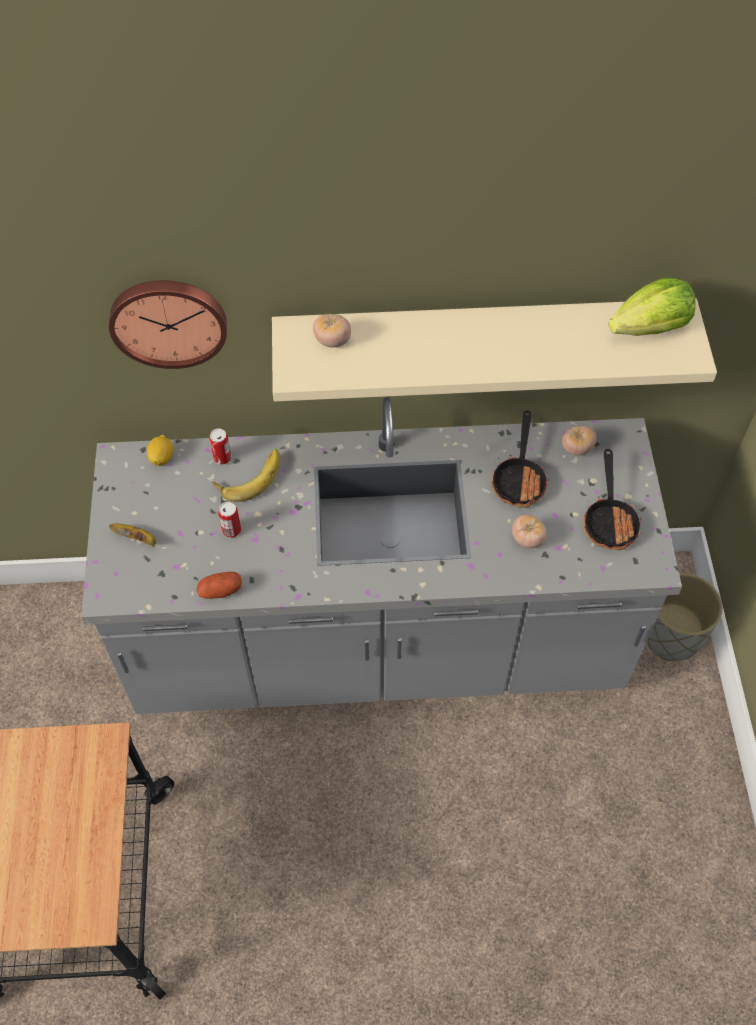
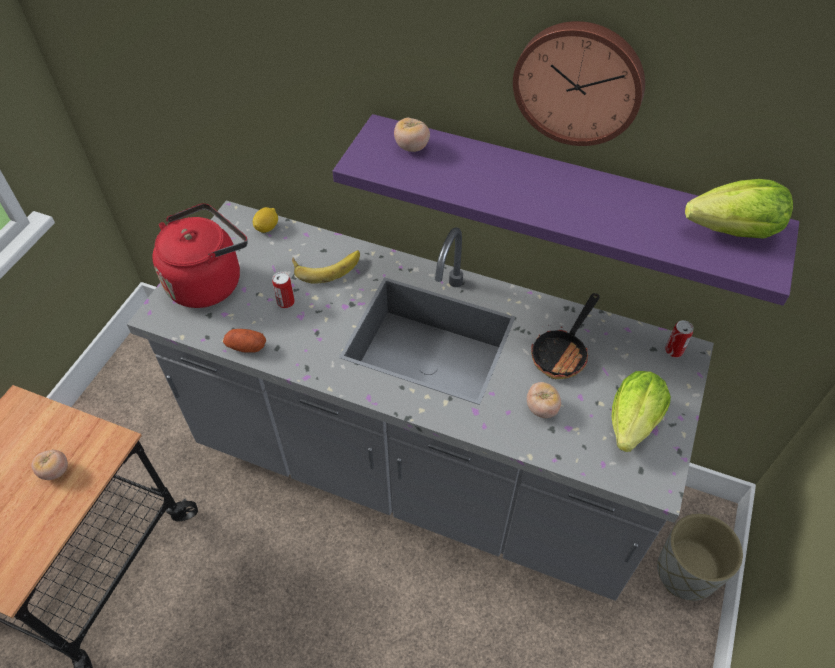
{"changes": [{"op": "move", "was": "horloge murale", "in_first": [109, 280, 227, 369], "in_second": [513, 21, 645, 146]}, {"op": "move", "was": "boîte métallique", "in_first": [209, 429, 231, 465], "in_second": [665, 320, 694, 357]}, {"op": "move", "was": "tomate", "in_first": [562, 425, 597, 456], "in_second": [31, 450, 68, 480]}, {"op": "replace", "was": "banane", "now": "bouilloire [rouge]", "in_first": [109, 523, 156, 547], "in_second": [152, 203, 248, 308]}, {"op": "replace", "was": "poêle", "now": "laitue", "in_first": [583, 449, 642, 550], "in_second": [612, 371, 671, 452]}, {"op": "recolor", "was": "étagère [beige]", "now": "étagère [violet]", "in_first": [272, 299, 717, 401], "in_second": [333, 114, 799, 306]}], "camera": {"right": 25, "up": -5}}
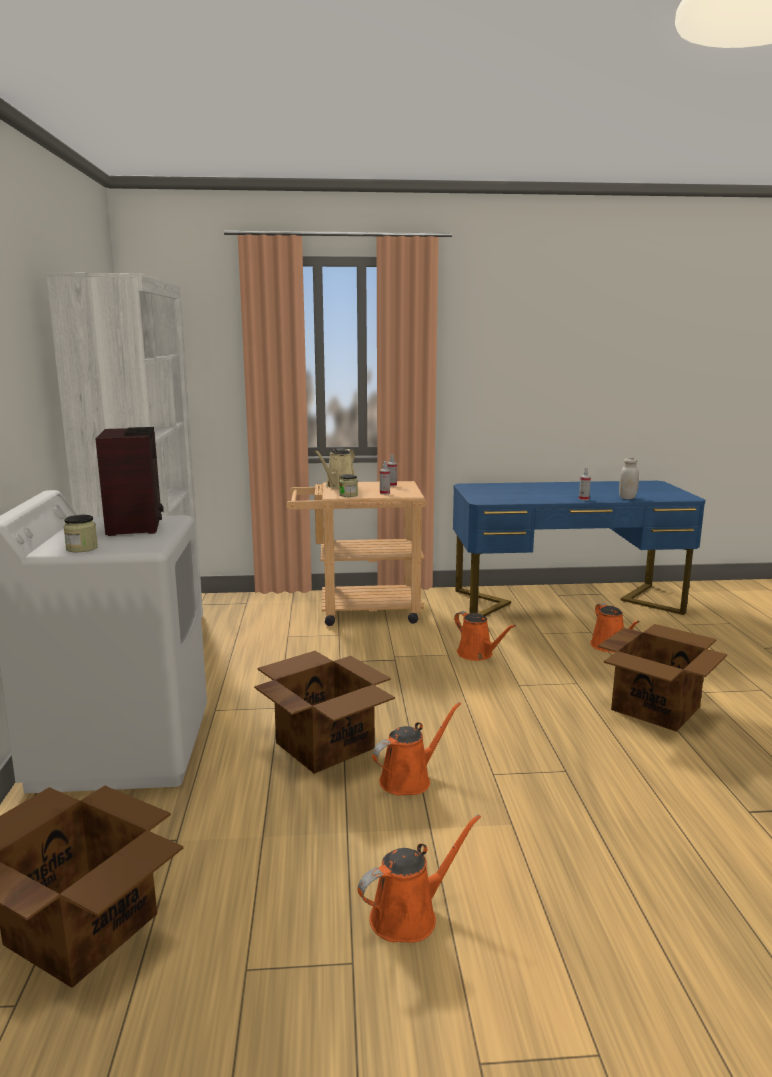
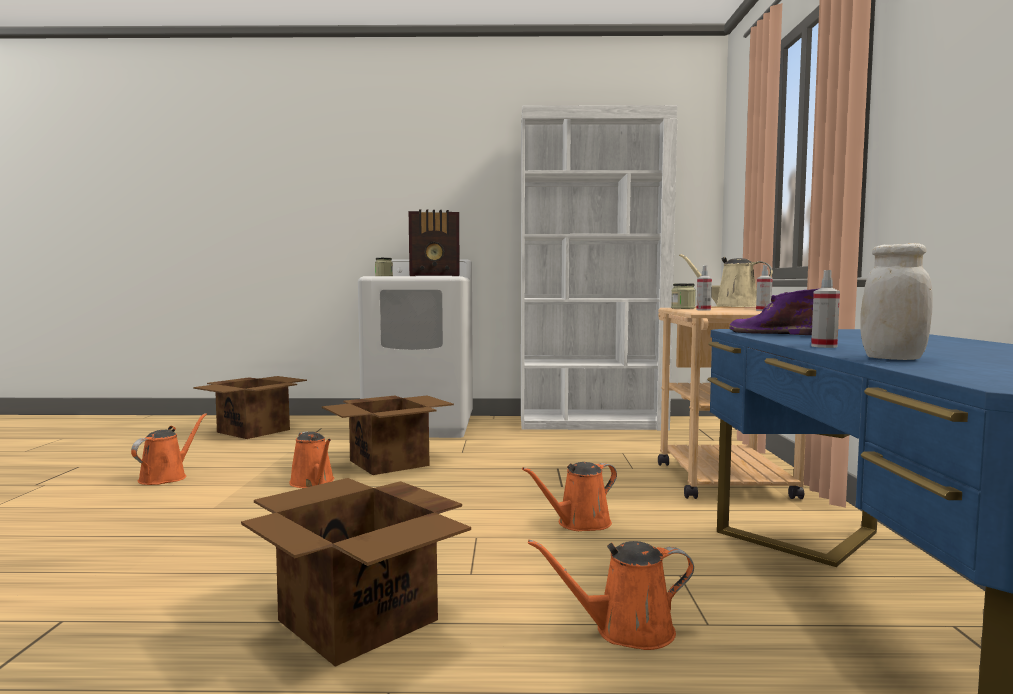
{"changes": [{"op": "insert", "now": "botte [violet]", "in_second": [729, 288, 820, 335]}, {"op": "rotate", "was": "arrosoir [orange]", "in_first": [358, 814, 481, 943], "in_second": [131, 413, 207, 485], "clockwise": -135}], "camera": {"right": 95, "up": -10}}
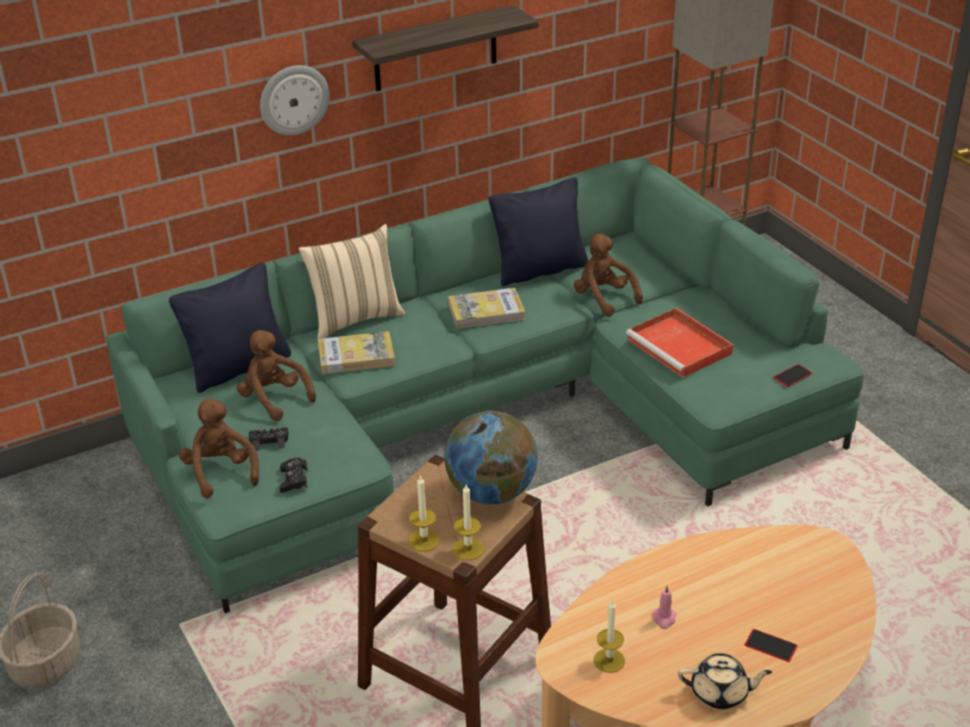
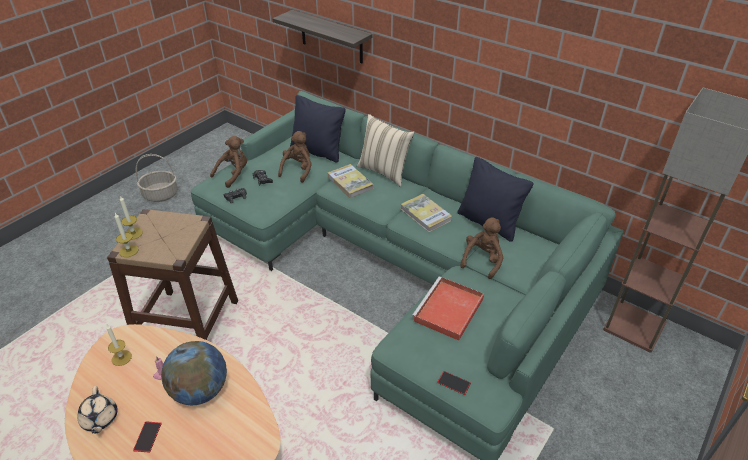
{"changes": [{"op": "delete", "was": "horloge murale", "in_first": [260, 65, 330, 135]}, {"op": "move", "was": "étagère", "in_first": [352, 5, 539, 91], "in_second": [272, 10, 373, 63]}, {"op": "move", "was": "globe", "in_first": [444, 411, 538, 504], "in_second": [161, 341, 227, 405]}], "camera": {"right": 65, "up": 5}}
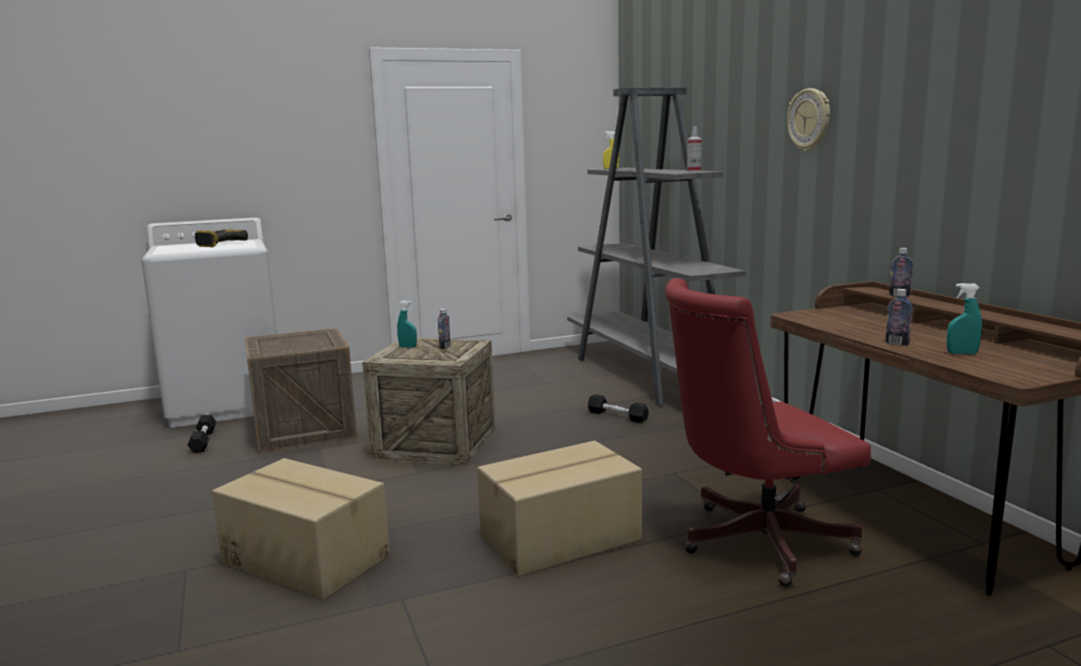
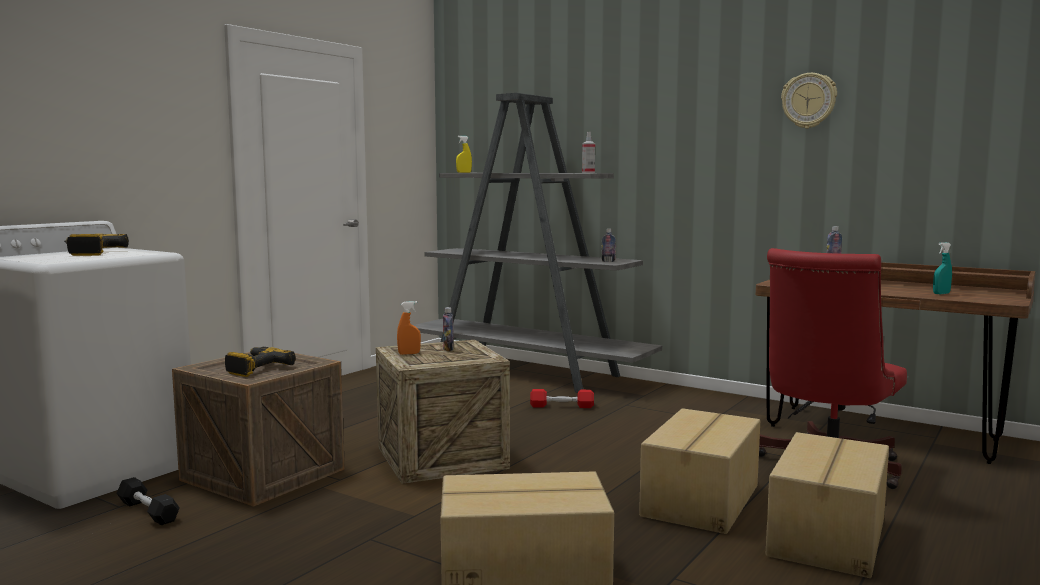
{"changes": [{"op": "insert", "now": "perceuse", "in_second": [225, 347, 296, 377]}, {"op": "insert", "now": "carton", "in_second": [766, 432, 889, 578]}, {"op": "move", "was": "horloge murale", "in_first": [787, 88, 830, 151], "in_second": [781, 73, 837, 129]}, {"op": "move", "was": "bouteille", "in_first": [885, 289, 913, 346], "in_second": [601, 229, 616, 262]}, {"op": "recolor", "was": "vaporisateur [turquoise]", "now": "vaporisateur [orange]", "in_first": [397, 301, 417, 348], "in_second": [397, 301, 421, 355]}, {"op": "recolor", "was": "haltère [noir]", "now": "haltère [rouge]", "in_first": [588, 394, 649, 423], "in_second": [530, 389, 594, 408]}], "camera": {"right": -35, "up": -5}}
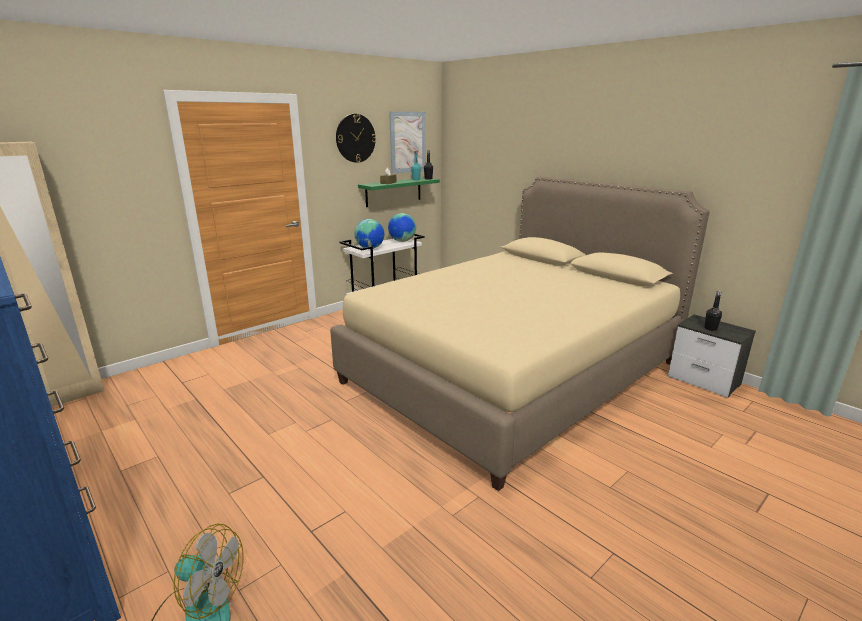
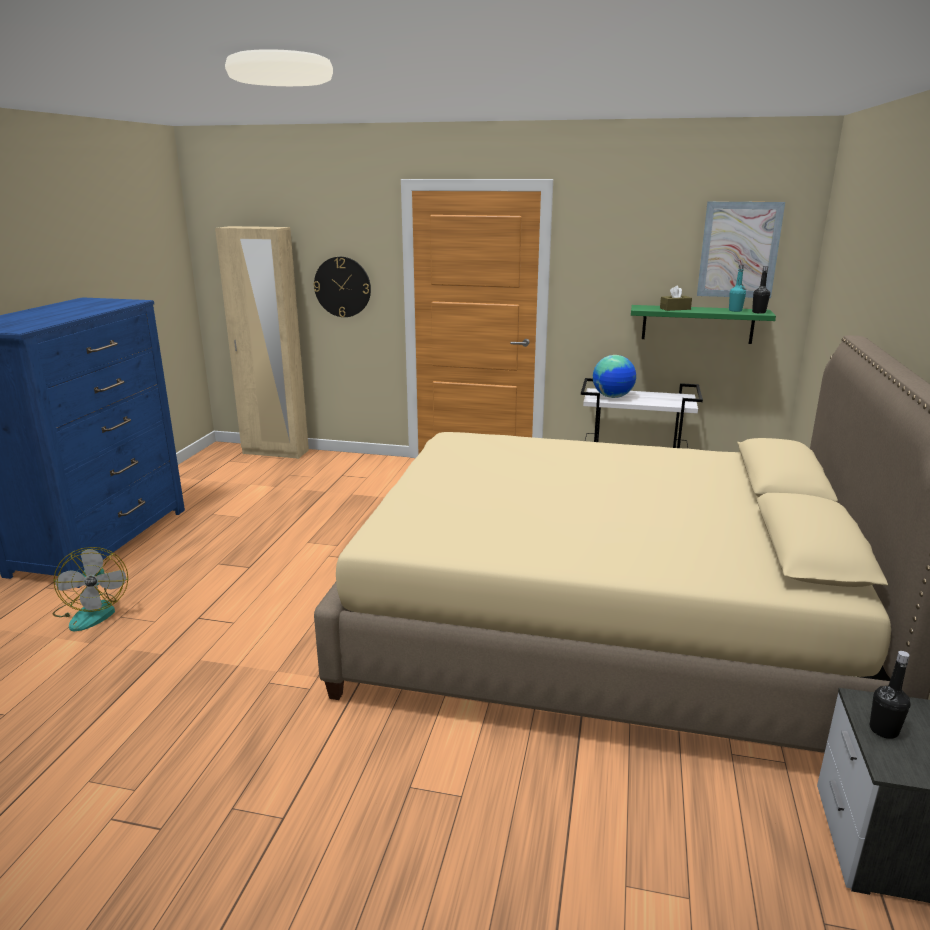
{"changes": [{"op": "delete", "was": "globe", "in_first": [388, 213, 416, 242]}, {"op": "move", "was": "horloge murale", "in_first": [336, 114, 376, 163], "in_second": [314, 257, 371, 317]}], "camera": {"right": 55, "up": 0}}
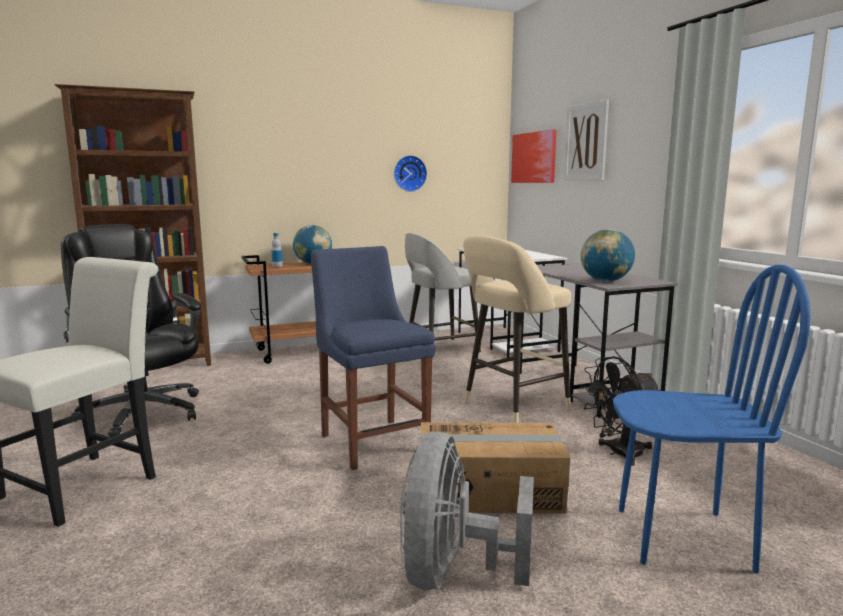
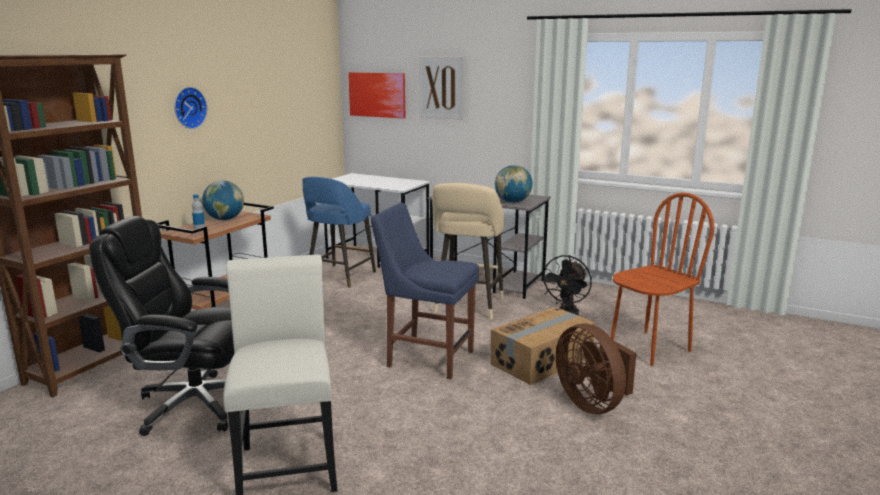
{"changes": [{"op": "move", "was": "horloge murale", "in_first": [394, 155, 427, 192], "in_second": [174, 87, 207, 129]}, {"op": "recolor", "was": "ventilateur [gris]", "now": "ventilateur [marron]", "in_first": [400, 432, 534, 590], "in_second": [556, 324, 637, 414]}, {"op": "recolor", "was": "tabouret [gris]", "now": "tabouret [bleu]", "in_first": [405, 233, 481, 353], "in_second": [302, 177, 376, 288]}, {"op": "recolor", "was": "chaise [bleu]", "now": "chaise [marron]", "in_first": [613, 265, 811, 574], "in_second": [611, 192, 714, 366]}], "camera": {"right": -40, "up": 5}}
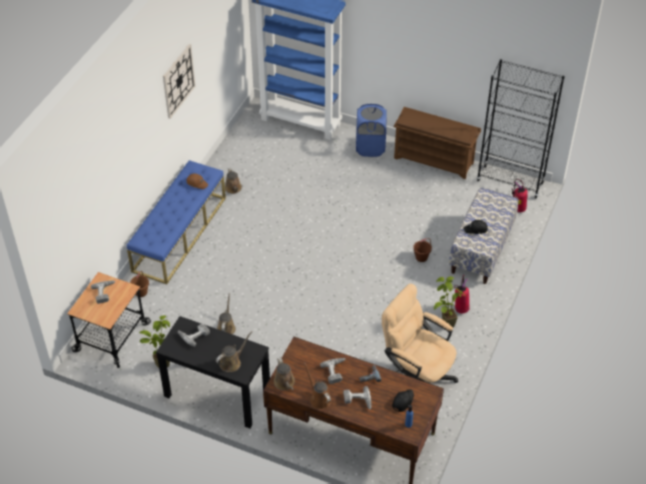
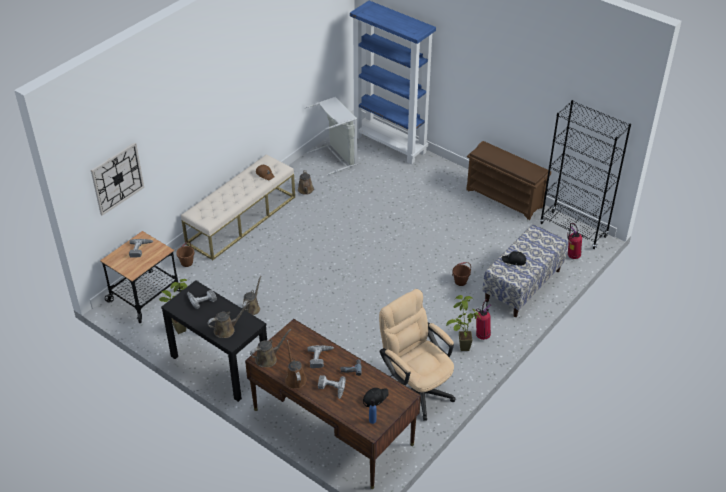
{"changes": [{"op": "delete", "was": "panier à linge [bleu]", "in_first": [356, 104, 386, 157]}, {"op": "insert", "now": "panier à linge [gris]", "in_second": [305, 97, 357, 175]}, {"op": "move", "was": "horloge murale", "in_first": [163, 44, 196, 119], "in_second": [91, 142, 144, 216]}, {"op": "recolor", "was": "banc [bleu]", "now": "banc [beige]", "in_first": [127, 160, 226, 284], "in_second": [181, 154, 295, 260]}, {"op": "rotate", "was": "arrosoir [marron]", "in_first": [274, 357, 295, 390], "in_second": [250, 329, 291, 367], "clockwise": -120}], "camera": {"right": 15, "up": -5}}
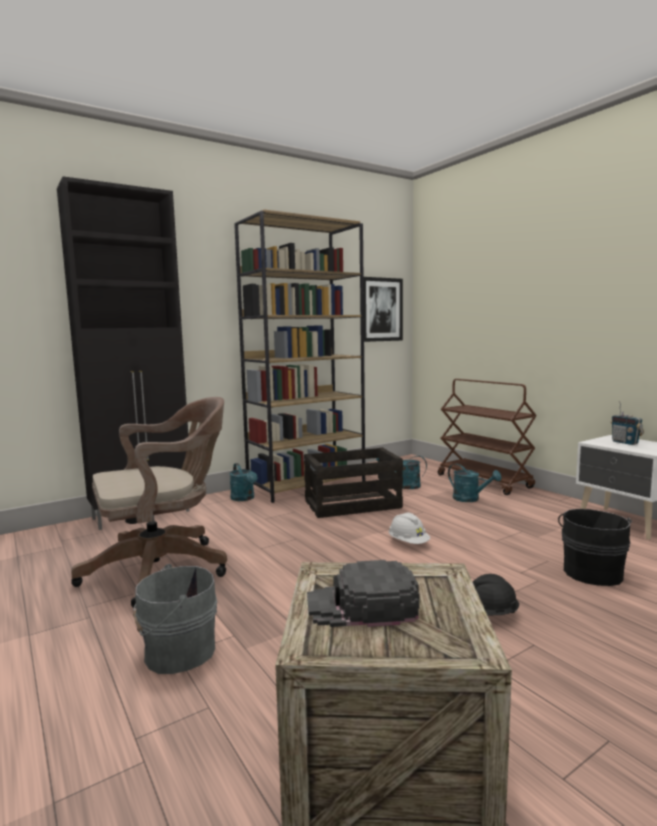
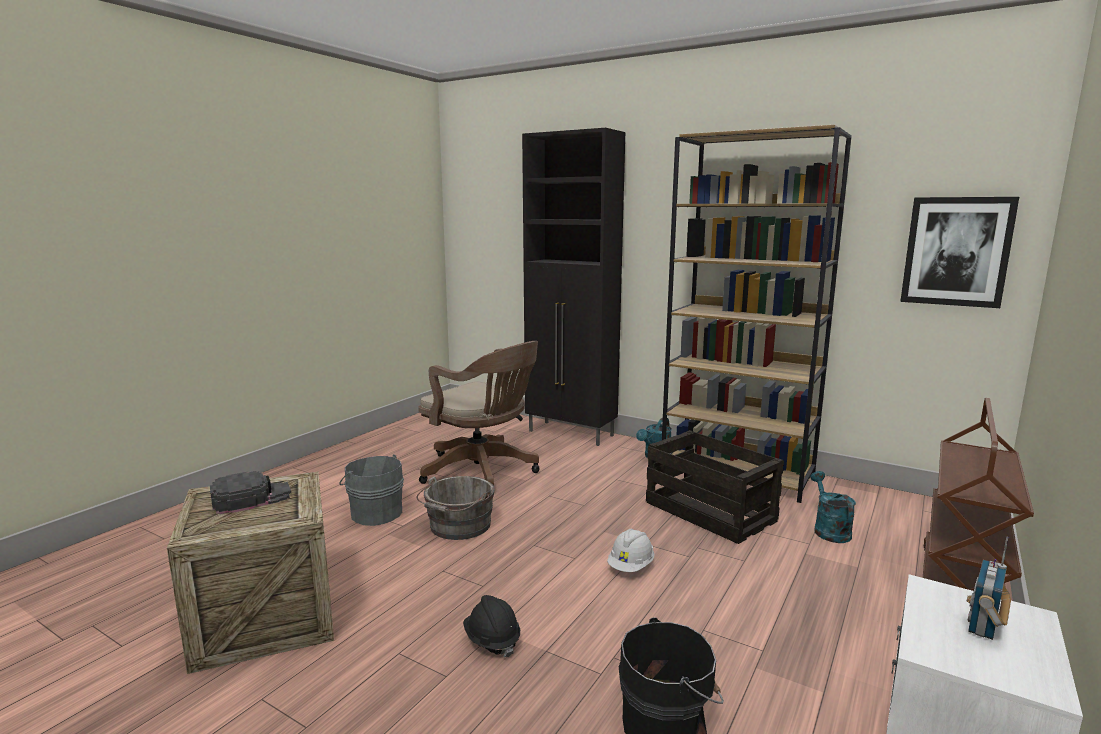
{"changes": [{"op": "delete", "was": "arrosoir [turquoise]", "in_first": [448, 463, 502, 502]}, {"op": "insert", "now": "seau [gris]", "in_second": [416, 476, 495, 540]}, {"op": "rotate", "was": "casquette [noir]", "in_first": [307, 560, 420, 627], "in_second": [210, 471, 291, 514], "clockwise": 90}], "camera": {"right": 65, "up": 5}}
